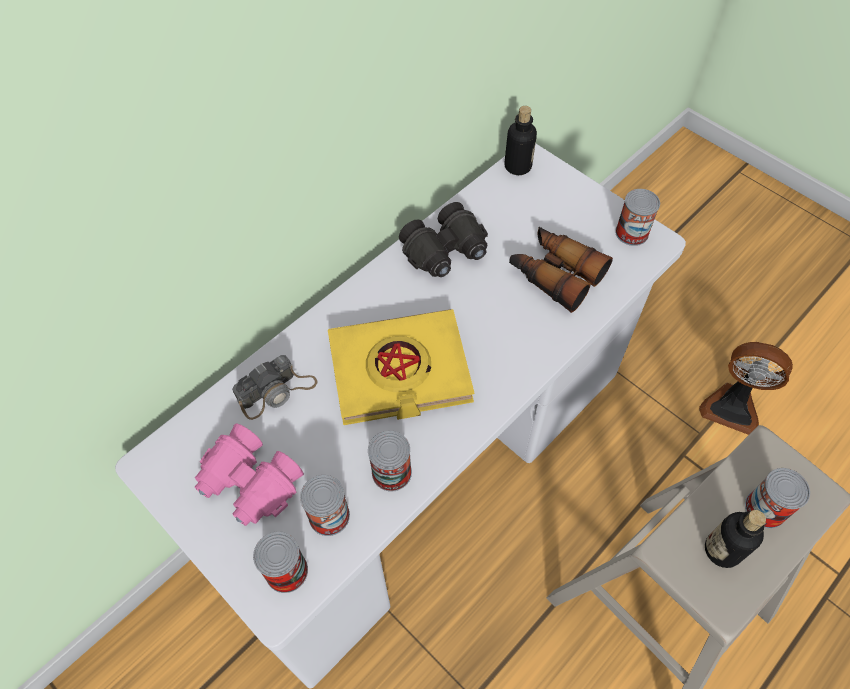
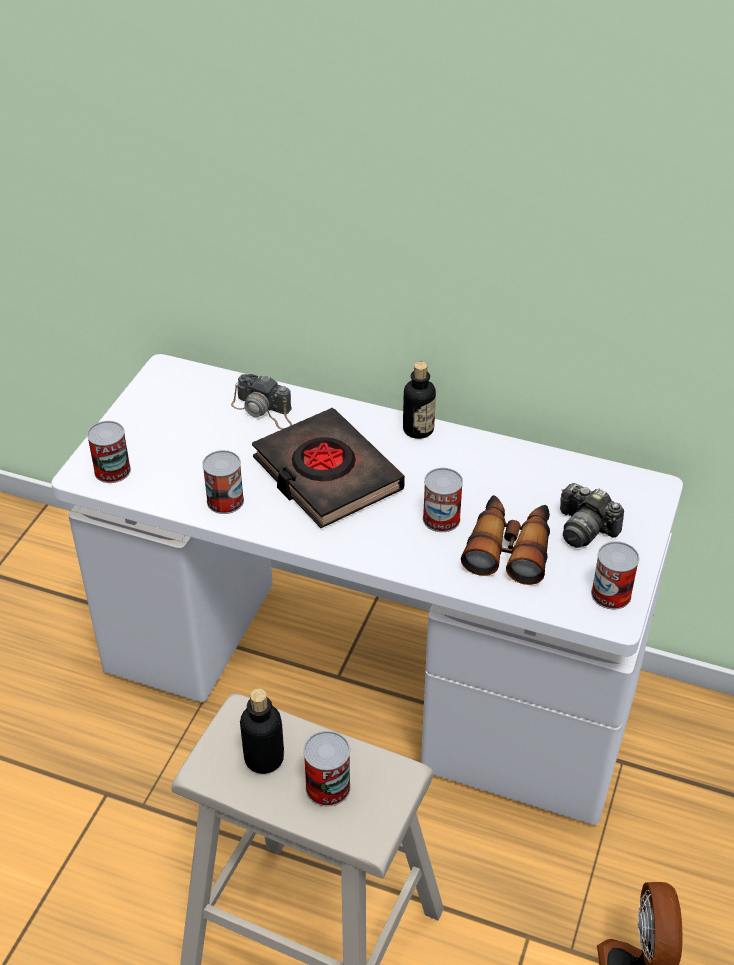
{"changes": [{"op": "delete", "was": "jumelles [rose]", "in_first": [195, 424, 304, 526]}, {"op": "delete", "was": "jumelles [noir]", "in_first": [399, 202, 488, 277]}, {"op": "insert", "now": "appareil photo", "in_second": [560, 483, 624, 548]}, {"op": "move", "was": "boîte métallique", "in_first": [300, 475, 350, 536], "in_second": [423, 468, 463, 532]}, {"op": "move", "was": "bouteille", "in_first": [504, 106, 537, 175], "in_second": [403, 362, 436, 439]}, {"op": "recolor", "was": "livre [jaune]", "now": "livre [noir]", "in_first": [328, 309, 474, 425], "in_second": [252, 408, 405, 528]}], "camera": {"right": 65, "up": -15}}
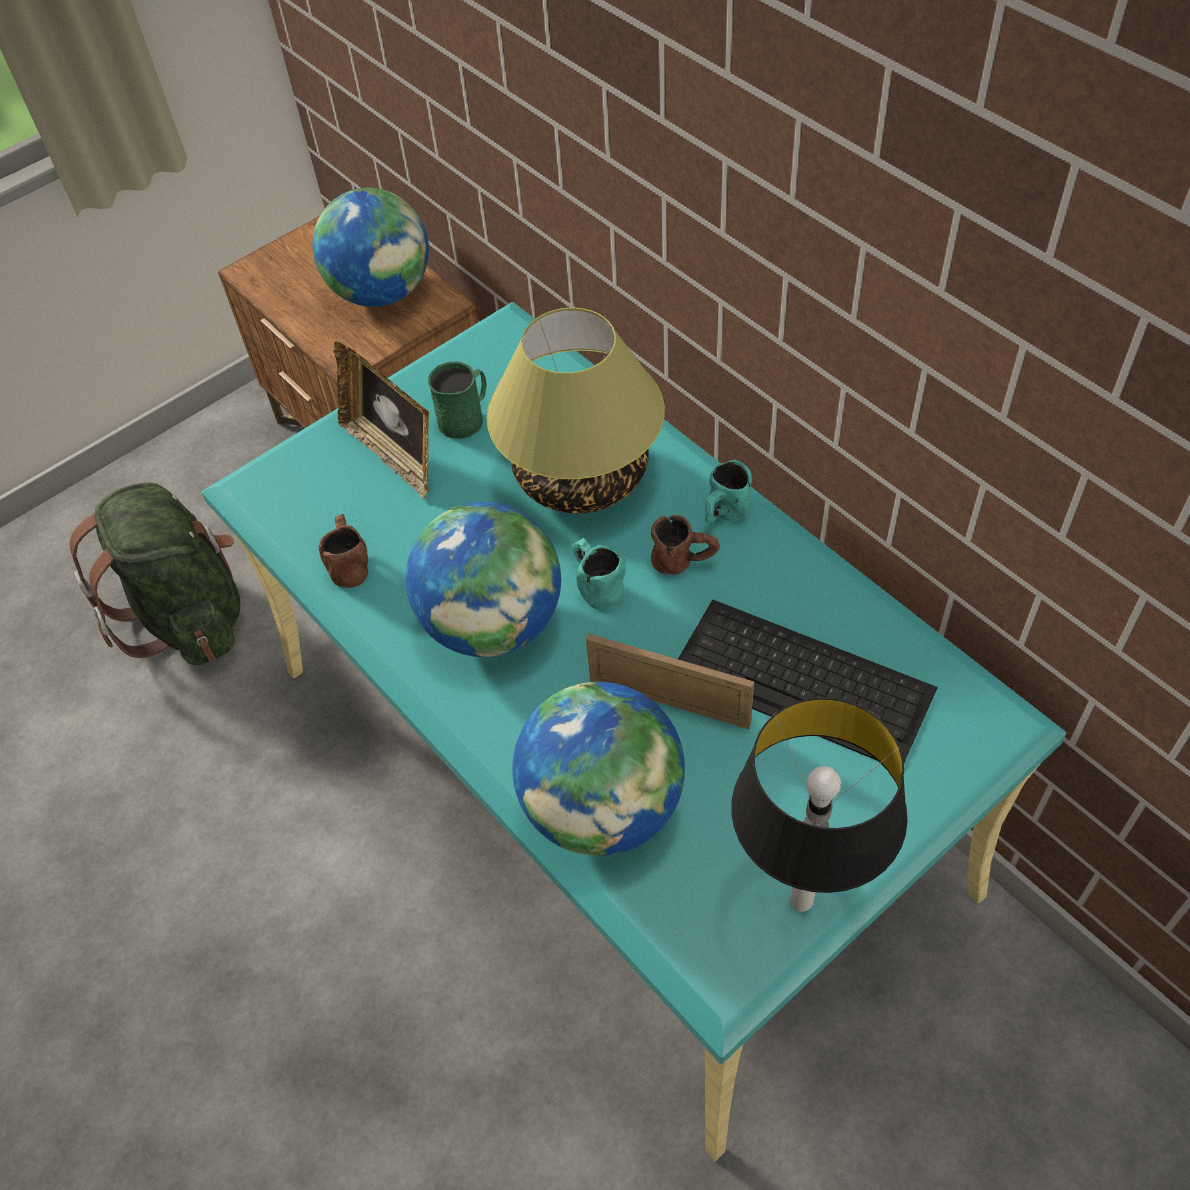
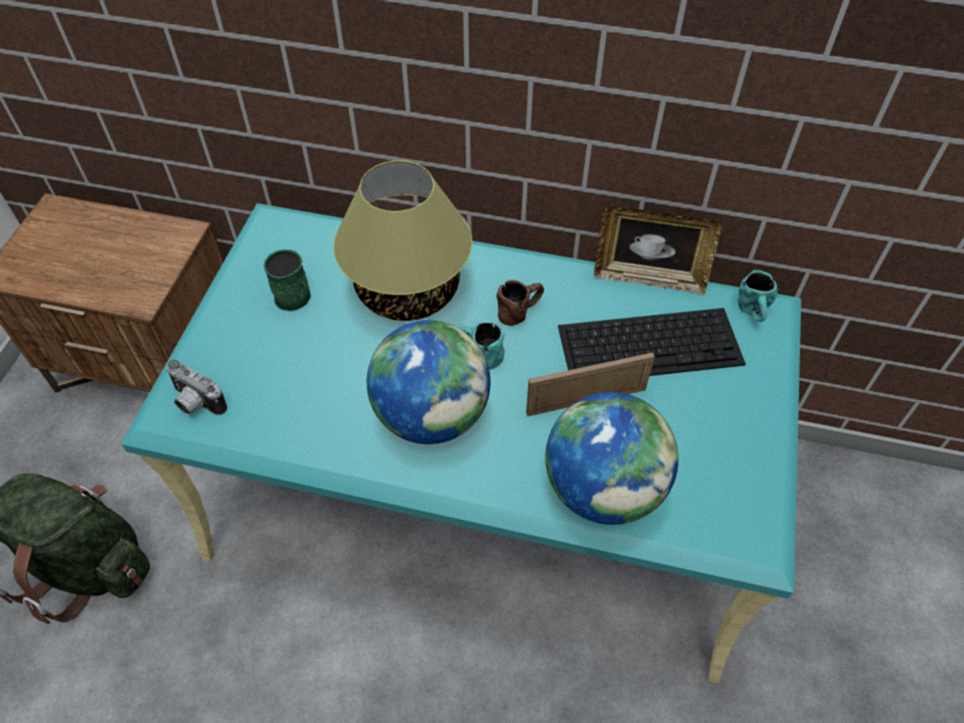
{"changes": [{"op": "delete", "was": "globe", "in_first": [312, 188, 429, 307]}, {"op": "delete", "was": "mug [marron]", "in_first": [318, 514, 368, 588]}, {"op": "delete", "was": "lampe de table", "in_first": [731, 697, 908, 912]}, {"op": "insert", "now": "appareil photo", "in_second": [167, 359, 227, 415]}, {"op": "move", "was": "cadre photo", "in_first": [334, 341, 429, 500], "in_second": [594, 207, 722, 295]}, {"op": "move", "was": "mug [turquoise]", "in_first": [705, 460, 752, 523], "in_second": [738, 270, 777, 322]}], "camera": {"right": -40, "up": 0}}
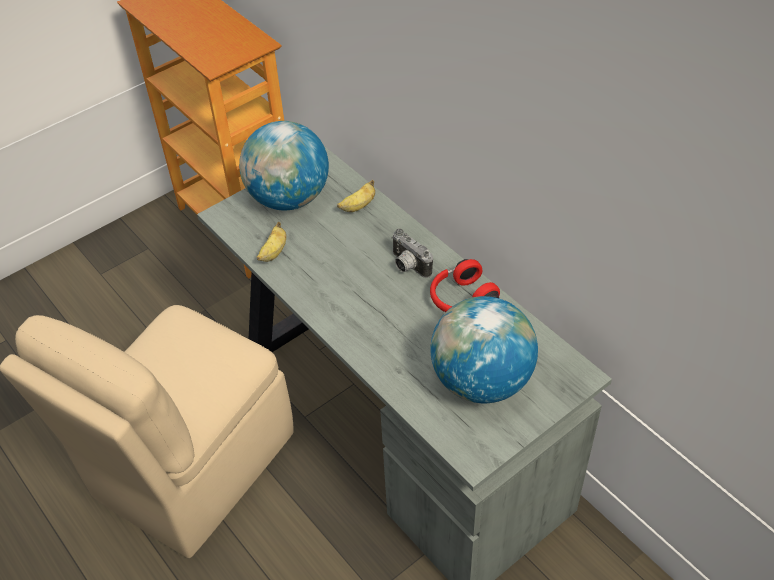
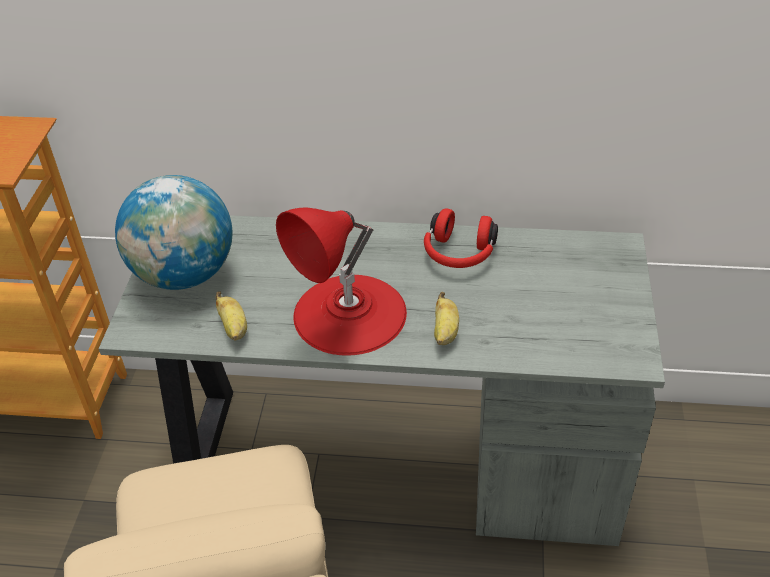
{"changes": [{"op": "delete", "was": "appareil photo", "in_first": [391, 228, 433, 278]}, {"op": "delete", "was": "globe", "in_first": [430, 296, 538, 403]}, {"op": "insert", "now": "lampe de table [rouge]", "in_second": [276, 208, 407, 356]}, {"op": "move", "was": "banane", "in_first": [337, 180, 375, 212], "in_second": [434, 292, 459, 345]}], "camera": {"right": -45, "up": -5}}
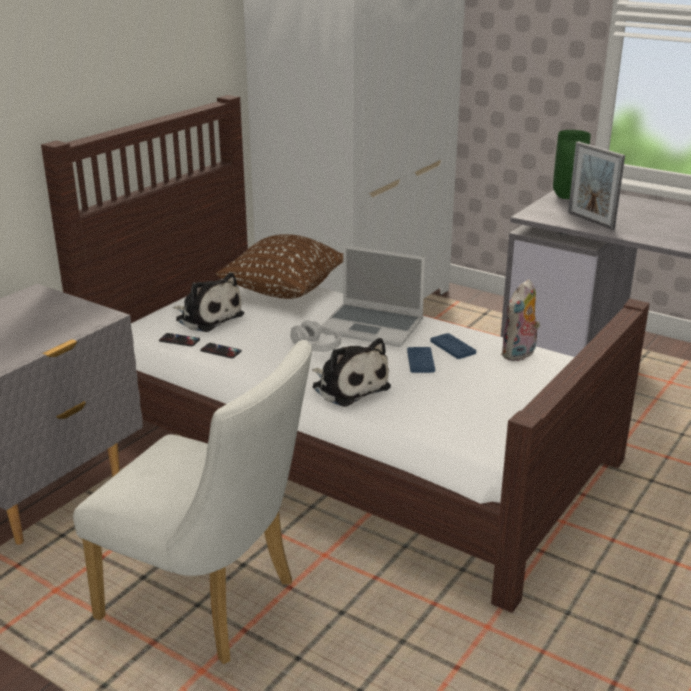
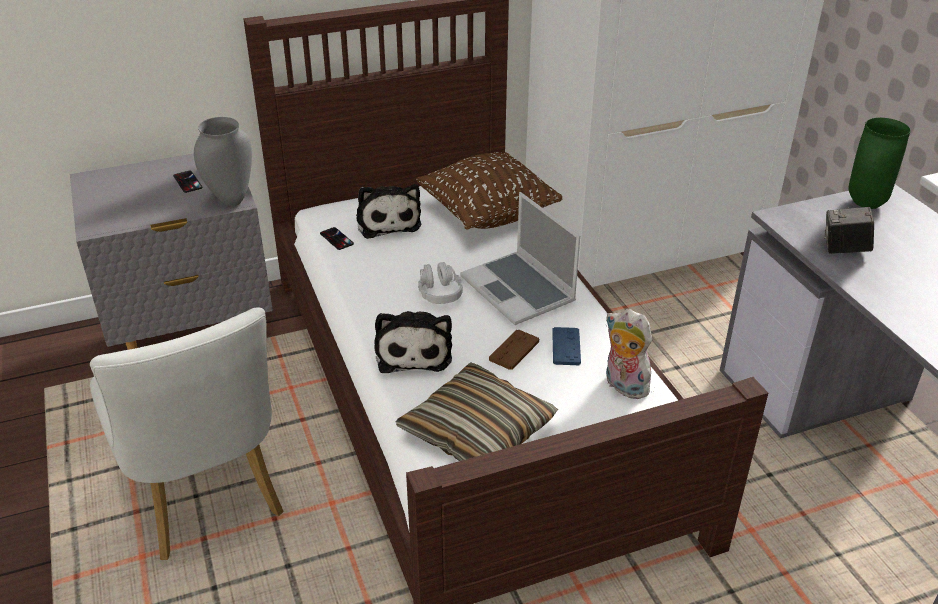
{"changes": [{"op": "insert", "now": "vase [gris]", "in_second": [194, 117, 252, 206]}, {"op": "insert", "now": "coussin", "in_second": [396, 363, 558, 461]}, {"op": "move", "was": "téléphone", "in_first": [200, 343, 242, 358], "in_second": [173, 171, 203, 193]}, {"op": "replace", "was": "cadre photo", "now": "appareil photo", "in_first": [568, 141, 625, 230], "in_second": [824, 207, 874, 254]}, {"op": "recolor", "was": "manette [bleu]", "now": "manette [marron]", "in_first": [407, 347, 435, 373], "in_second": [489, 329, 539, 370]}, {"op": "rotate", "was": "peluche", "in_first": [501, 279, 540, 361], "in_second": [605, 309, 656, 399], "clockwise": 60}], "camera": {"right": 35, "up": 10}}
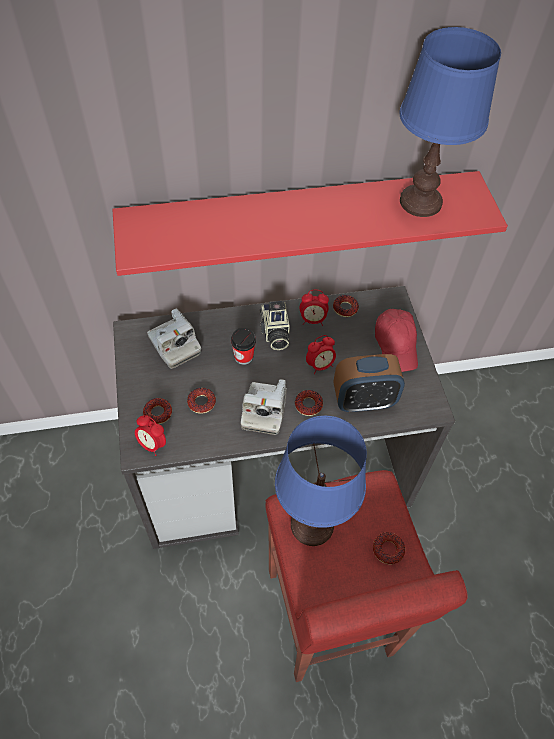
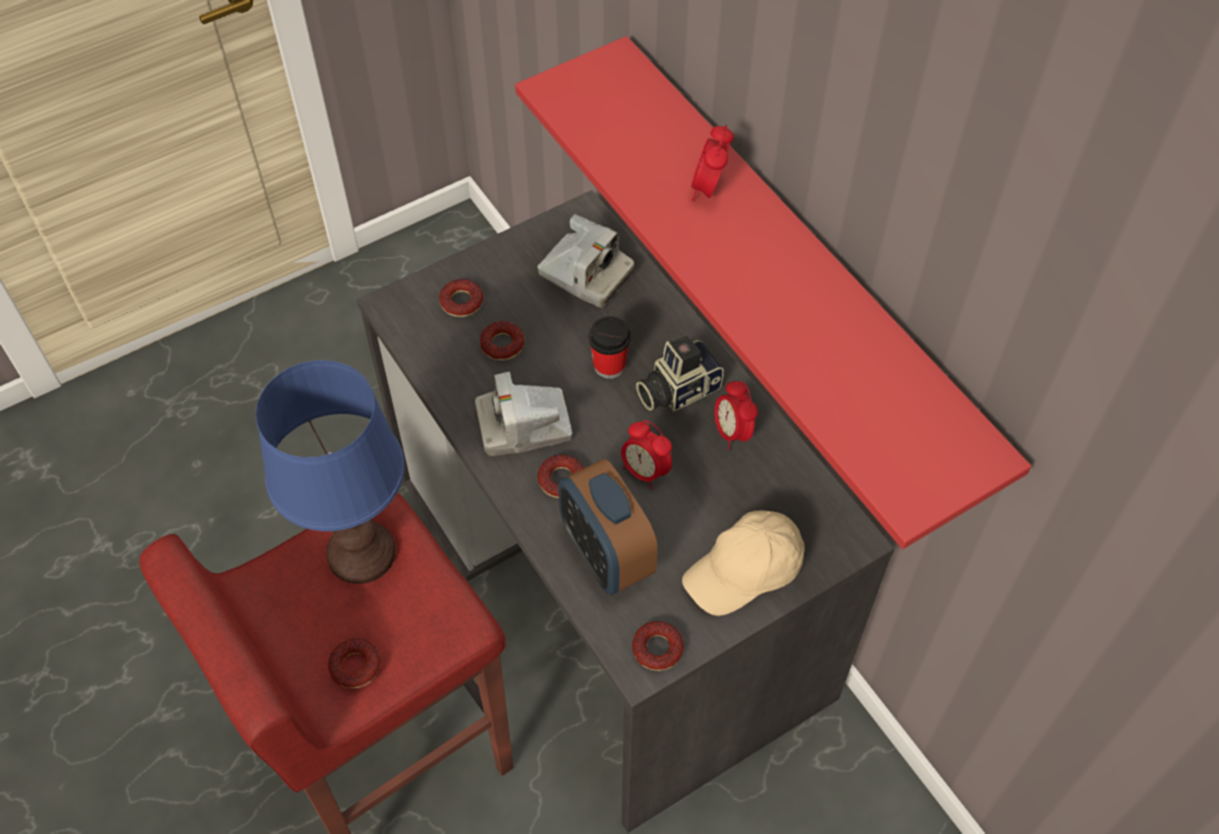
{"changes": [{"op": "delete", "was": "lampe de table [bleu]", "in_first": [400, 27, 501, 217]}, {"op": "move", "was": "réveil", "in_first": [135, 415, 166, 456], "in_second": [691, 125, 734, 201]}, {"op": "move", "was": "beignet", "in_first": [333, 295, 359, 317], "in_second": [632, 621, 684, 671]}, {"op": "recolor", "was": "casquette [rouge]", "now": "casquette [beige]", "in_first": [375, 309, 418, 372], "in_second": [682, 510, 804, 616]}, {"op": "rotate", "was": "appareil photo", "in_first": [147, 308, 201, 369], "in_second": [537, 214, 634, 308], "clockwise": -90}], "camera": {"right": 70, "up": 0}}
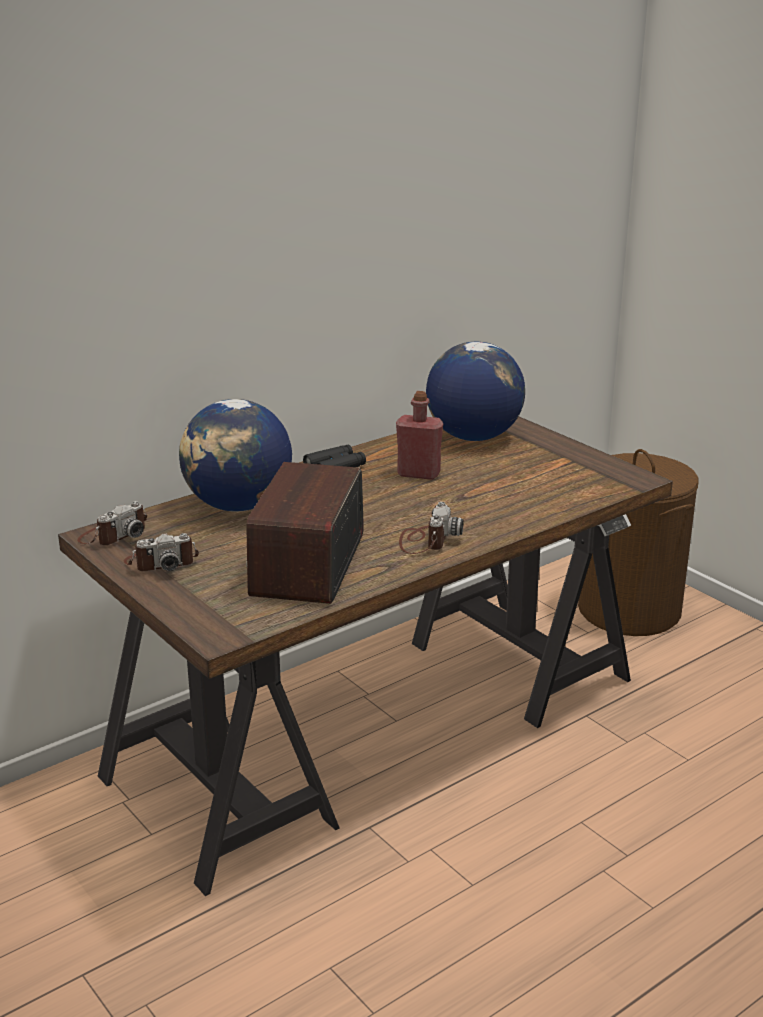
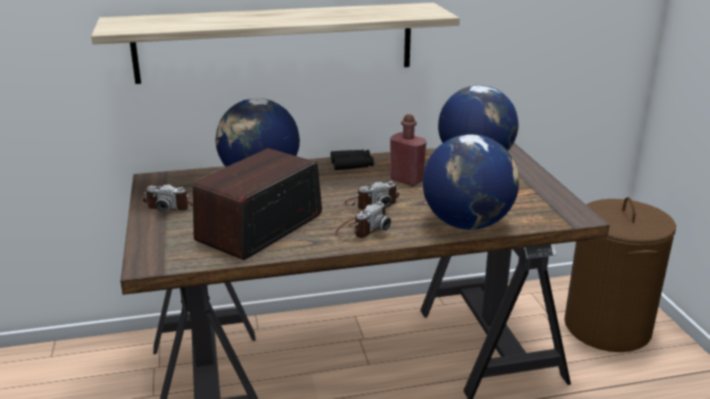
{"changes": [{"op": "insert", "now": "étagère", "in_second": [91, 3, 460, 84]}, {"op": "insert", "now": "globe", "in_second": [423, 134, 519, 230]}, {"op": "move", "was": "appareil photo", "in_first": [77, 501, 147, 545], "in_second": [344, 181, 399, 210]}], "camera": {"right": 25, "up": 0}}
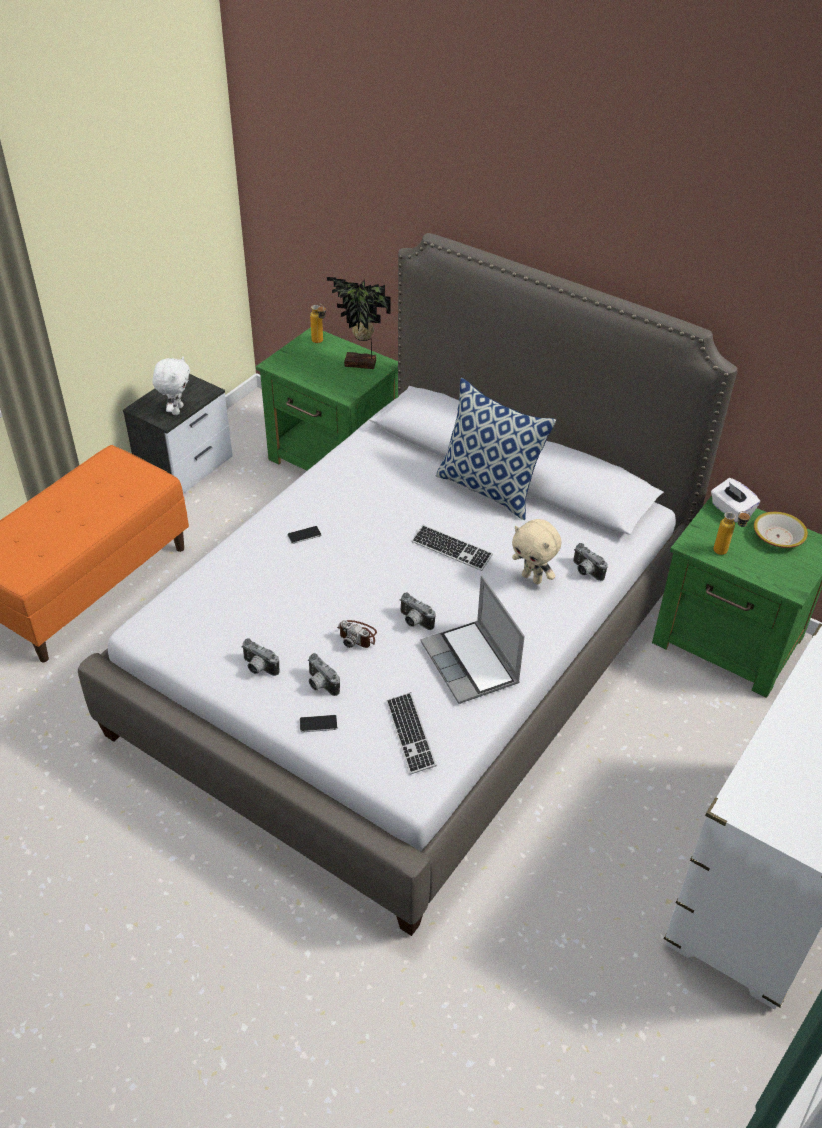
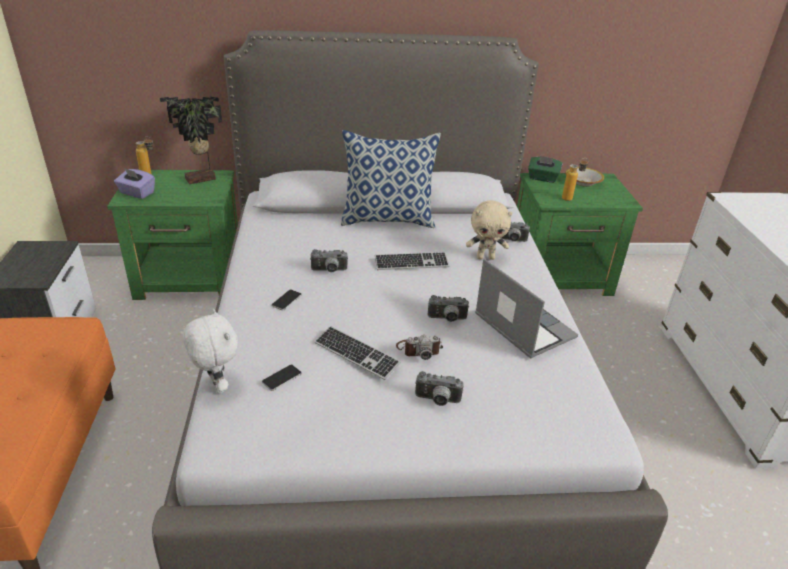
{"changes": [{"op": "insert", "now": "boîte à mouchoirs [violet]", "in_second": [114, 168, 155, 199]}, {"op": "move", "was": "peluche [blanc]", "in_first": [152, 357, 190, 415], "in_second": [183, 309, 238, 393]}, {"op": "move", "was": "appareil photo", "in_first": [241, 638, 280, 676], "in_second": [310, 249, 348, 273]}, {"op": "move", "was": "téléphone", "in_first": [300, 715, 338, 732], "in_second": [262, 365, 302, 391]}, {"op": "move", "was": "clavier", "in_first": [386, 692, 437, 775], "in_second": [314, 326, 401, 380]}, {"op": "recolor", "was": "boîte à mouchoirs [blanc]", "now": "boîte à mouchoirs [vert]", "in_first": [711, 478, 760, 522], "in_second": [528, 156, 563, 183]}, {"op": "rotate", "was": "ordinateur portable", "in_first": [421, 575, 525, 704], "in_second": [475, 259, 578, 358], "clockwise": -150}], "camera": {"right": -40, "up": -10}}
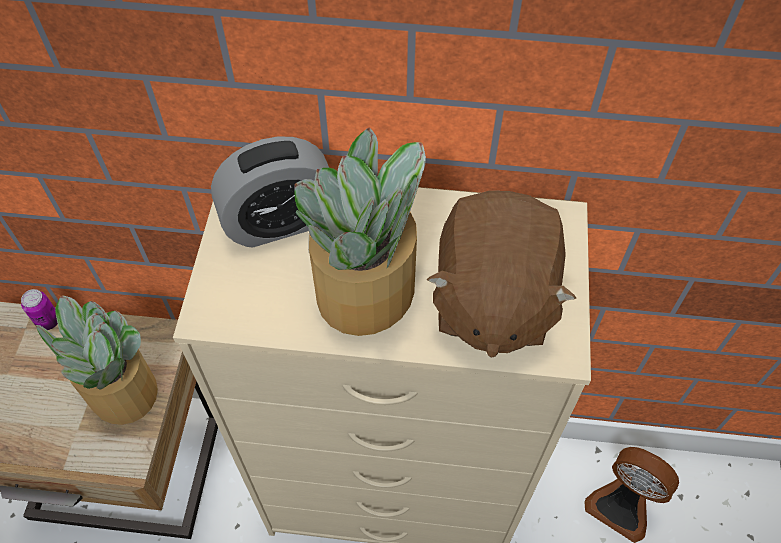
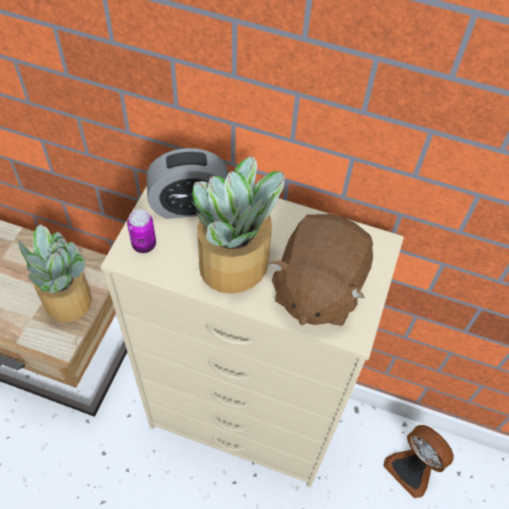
{"changes": [{"op": "move", "was": "boîte métallique", "in_first": [21, 289, 58, 330], "in_second": [127, 209, 156, 253]}], "camera": {"right": 10, "up": 0}}
